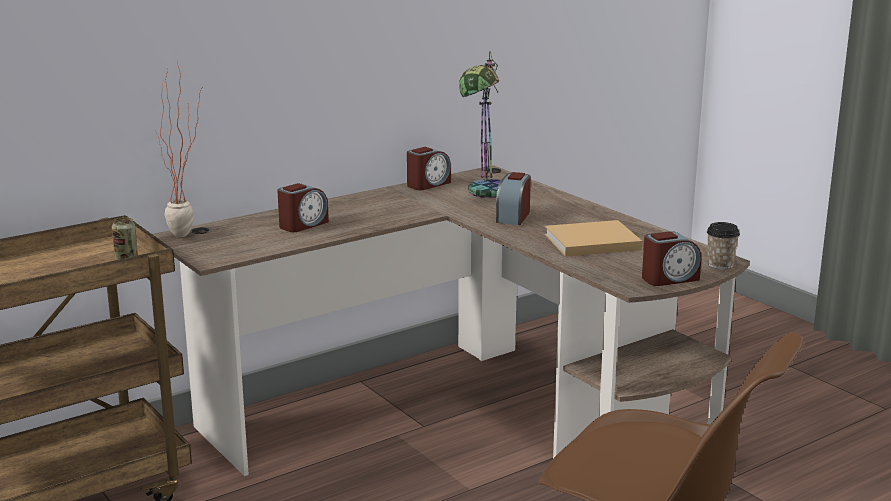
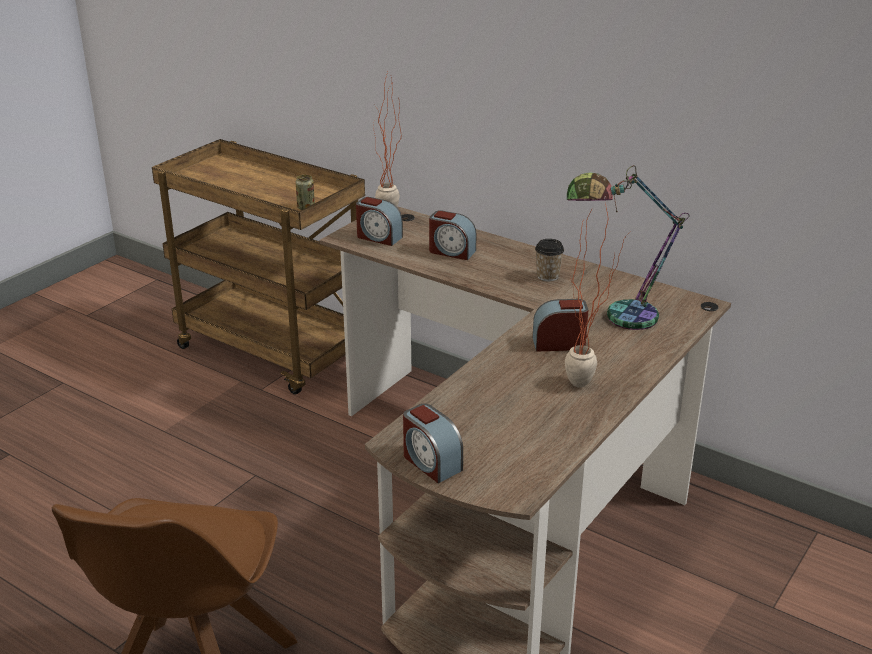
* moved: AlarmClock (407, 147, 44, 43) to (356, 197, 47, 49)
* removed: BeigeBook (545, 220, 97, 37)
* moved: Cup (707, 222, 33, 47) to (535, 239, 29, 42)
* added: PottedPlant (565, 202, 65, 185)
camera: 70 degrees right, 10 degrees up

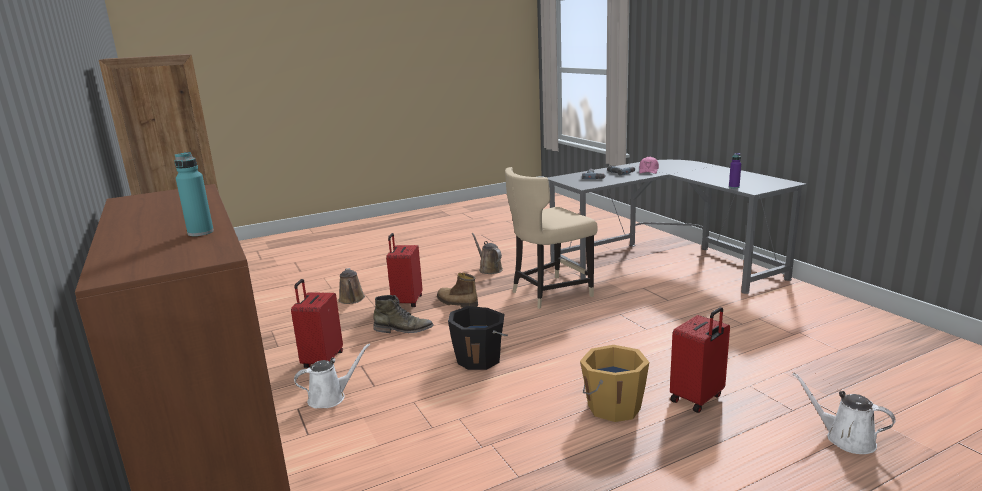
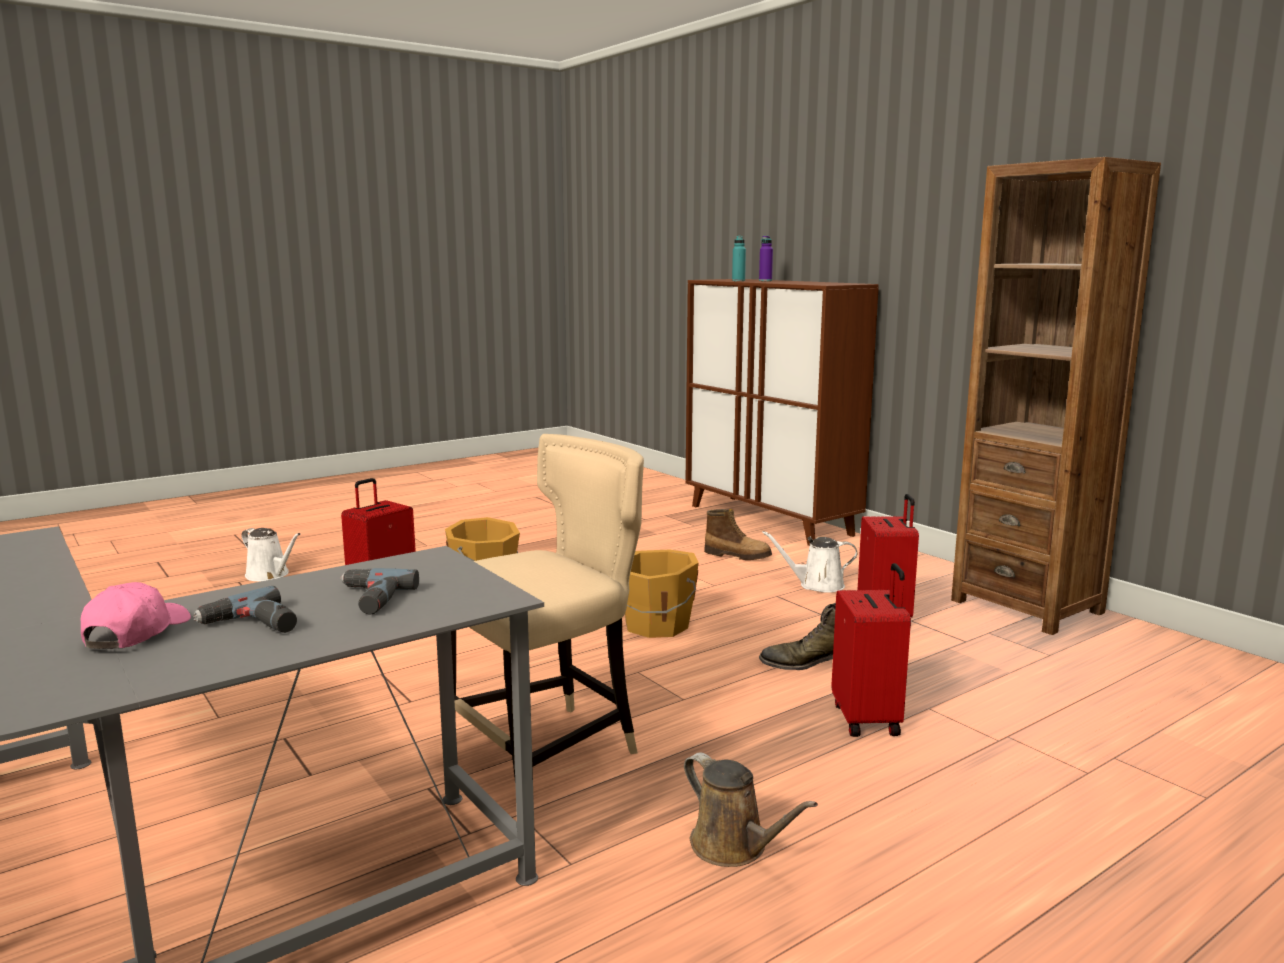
* moved: PurpleBottle (729, 153, 12, 35) to (759, 236, 14, 45)
* removed: BrownWateringCan (339, 268, 26, 36)
* moved: Boot (437, 273, 41, 35) to (704, 509, 68, 51)
* recoloured: BlackBucket (448, 306, 60, 64) to OrangeBucket (625, 550, 74, 88)
* turned: WhiteWateringCan (294, 343, 76, 65) = (762, 531, 95, 62) 45 degrees clockwise
camera: 170 degrees right, 5 degrees down

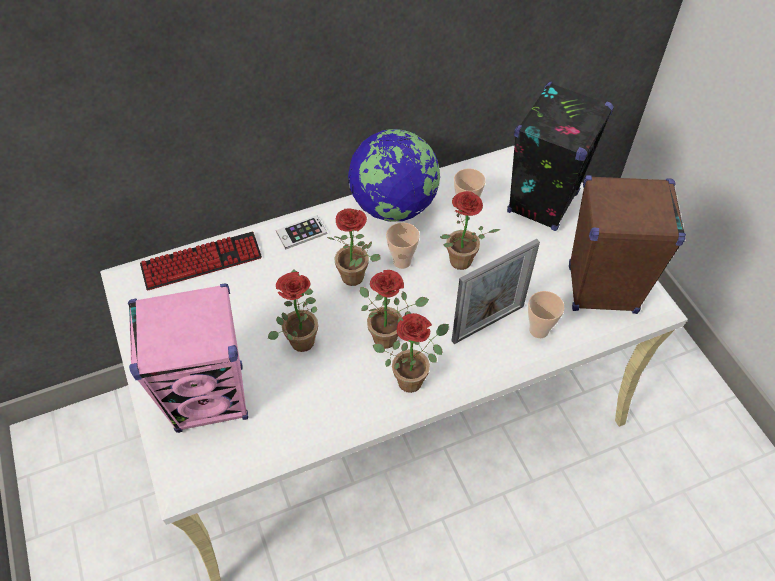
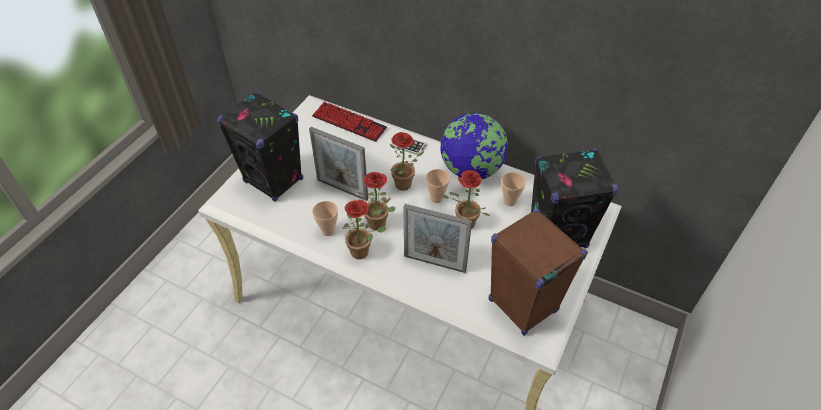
* replaced: PottedPlant (268, 269, 50, 83) to PictureFrame (309, 127, 59, 74)
* recoloured: PinkSpeaker (128, 283, 120, 150) to BlackSpeaker (217, 92, 86, 110)
* moved: Cup (528, 291, 36, 47) to (312, 201, 26, 35)
camera: 50 degrees right, 5 degrees down

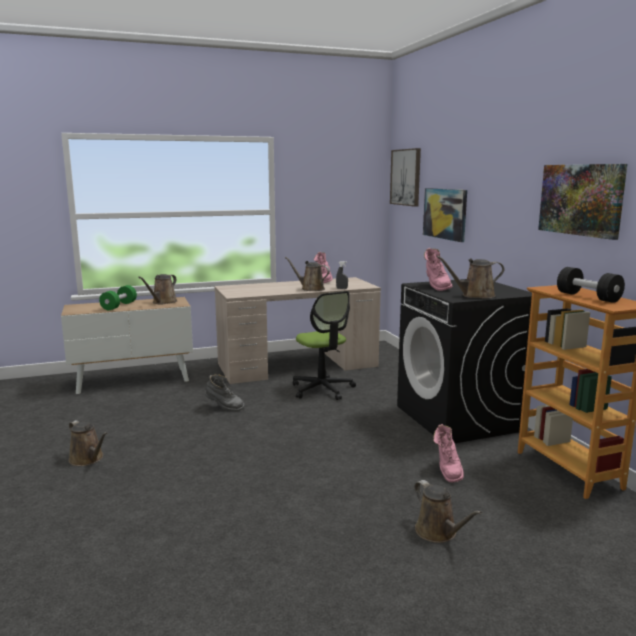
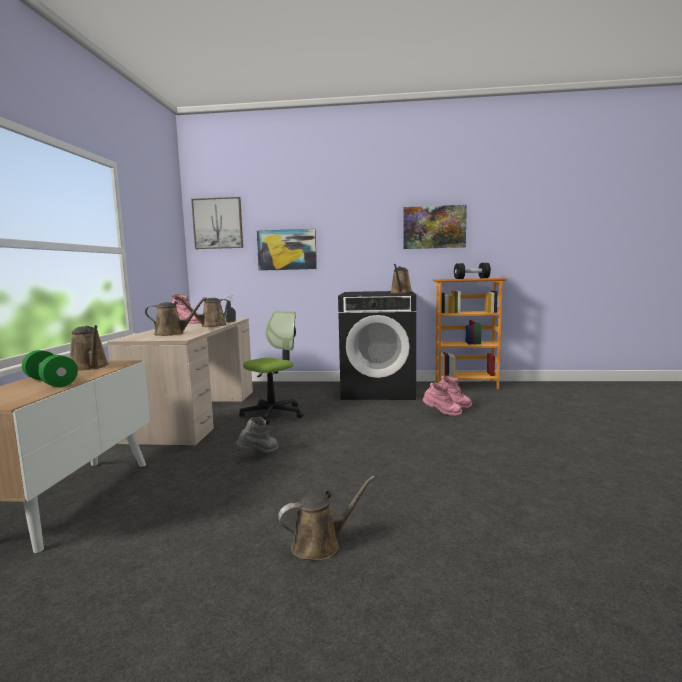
* moved: PinkBoot (424, 248, 29, 43) to (423, 382, 39, 34)
* turned: OfficeChair (293, 291, 63, 109) = (239, 311, 64, 113) 45 degrees counterclockwise
* moved: BrownWateringCan (414, 480, 68, 63) to (145, 297, 62, 39)
camera: 65 degrees left, 5 degrees down

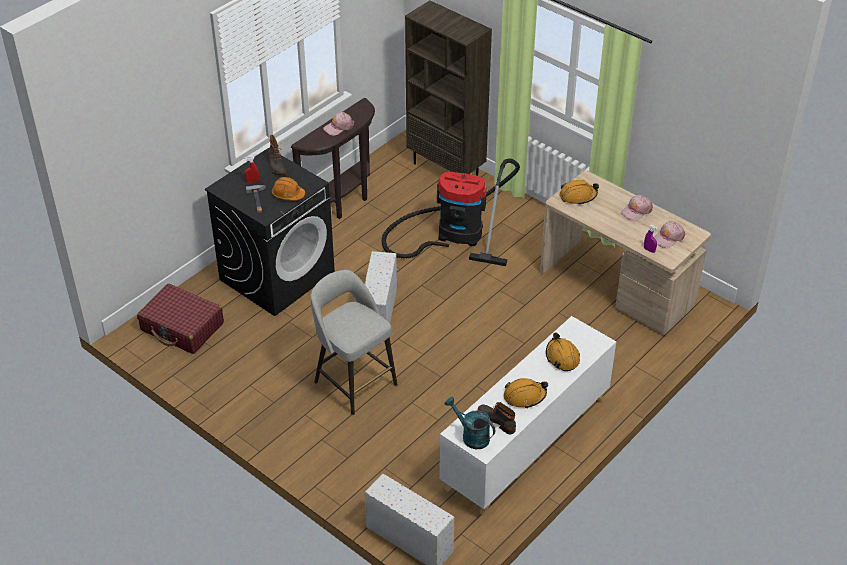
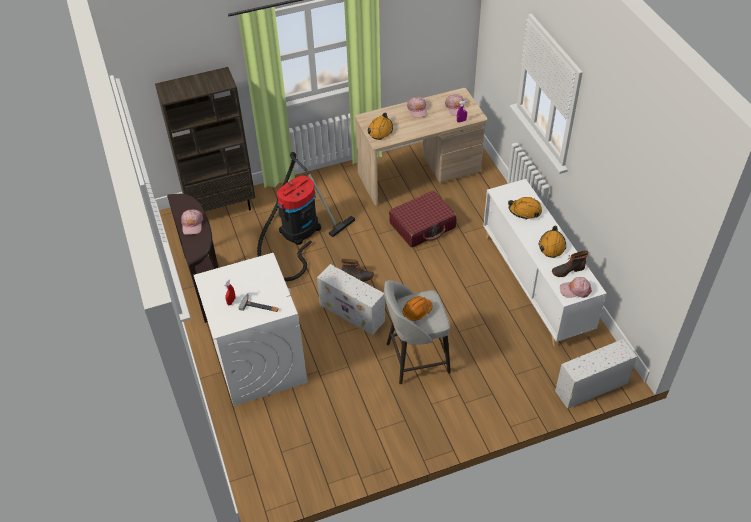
* moved: Boot (268, 135, 18, 40) to (341, 259, 33, 23)
* recoloured: BlackWashingMachine (205, 148, 130, 168) to WhiteWashingMachine (194, 253, 113, 153)
* moved: OrangeHardHat (272, 177, 33, 24) to (402, 296, 31, 25)
* moved: RedSuitcase (137, 284, 87, 70) to (389, 191, 68, 56)
* replaced: TurquoiseWateringCan (444, 397, 51, 52) to PinkCap (560, 277, 32, 21)
camera: 60 degrees left, 5 degrees up

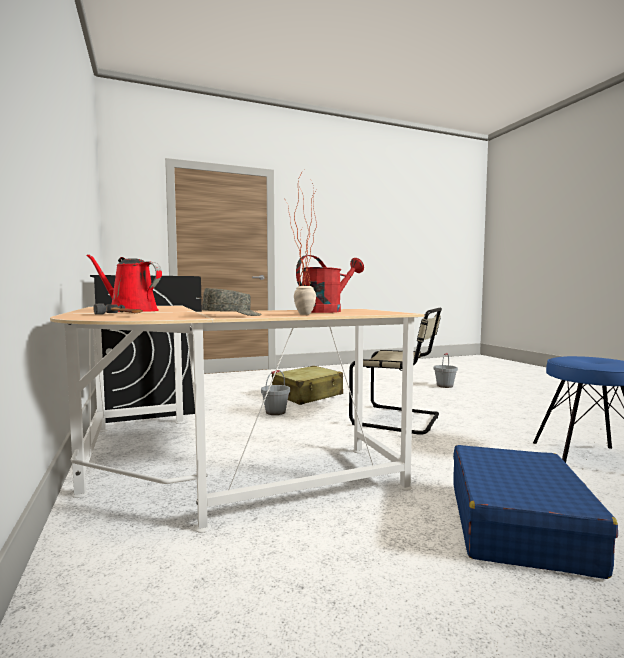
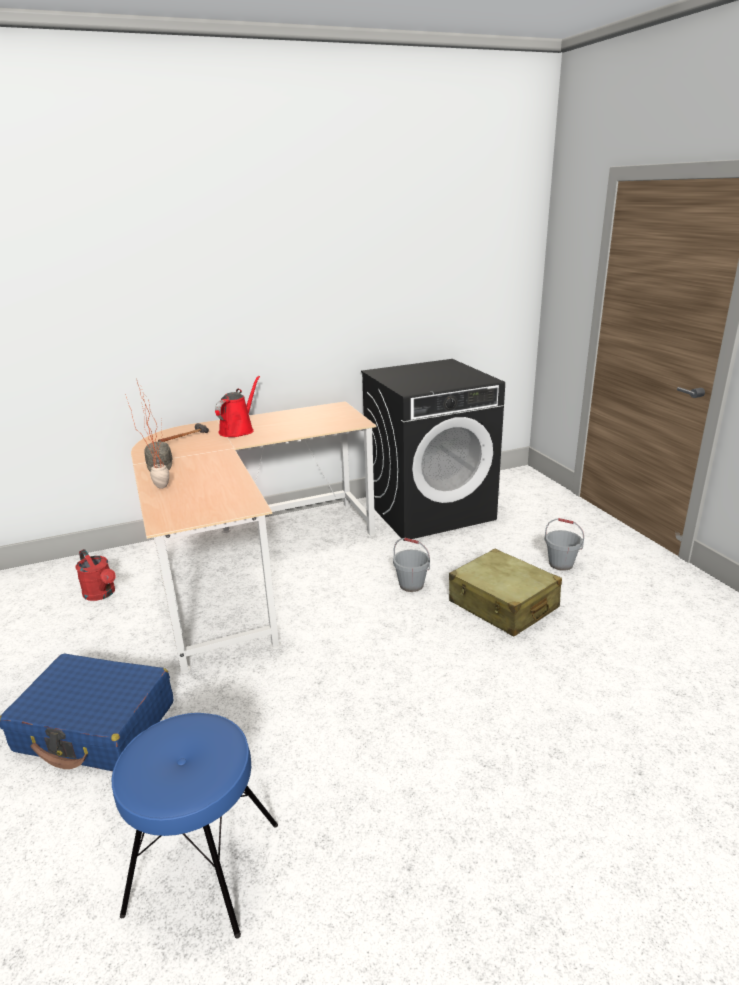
* moved: RedWateringCan (296, 255, 68, 58) to (76, 549, 40, 52)
* removed: BeigeChair (349, 308, 93, 127)
* moved: GreyBucket (434, 353, 24, 35) to (544, 518, 40, 53)
camera: 90 degrees right, 20 degrees up

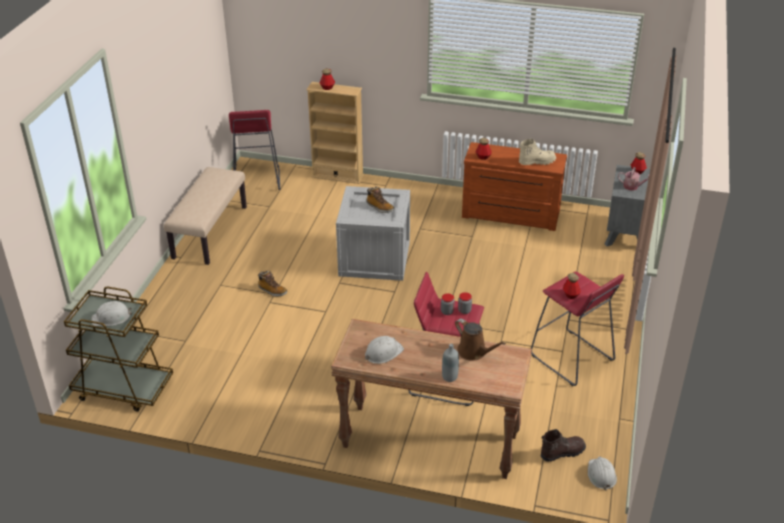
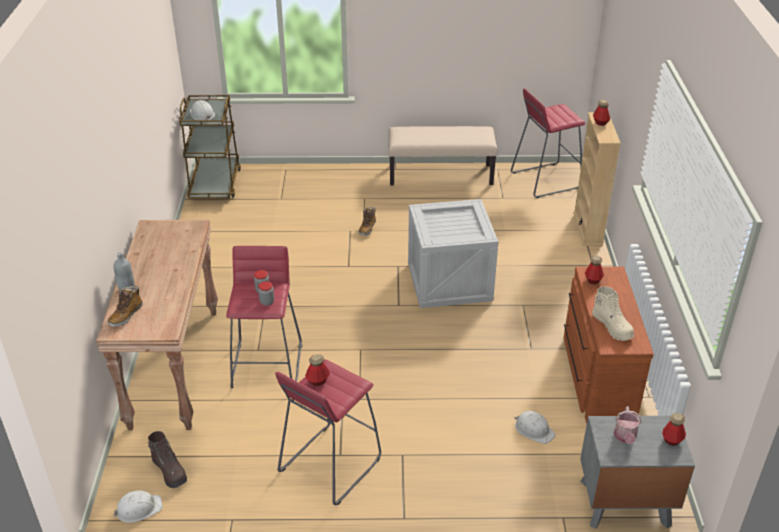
* moved: Boot (366, 187, 28, 26) to (108, 286, 35, 41)
* removed: BrownWateringCan (455, 319, 51, 42)
* moved: WhiteHardHat (365, 336, 39, 28) to (514, 411, 41, 33)
camera: 75 degrees right, 0 degrees up

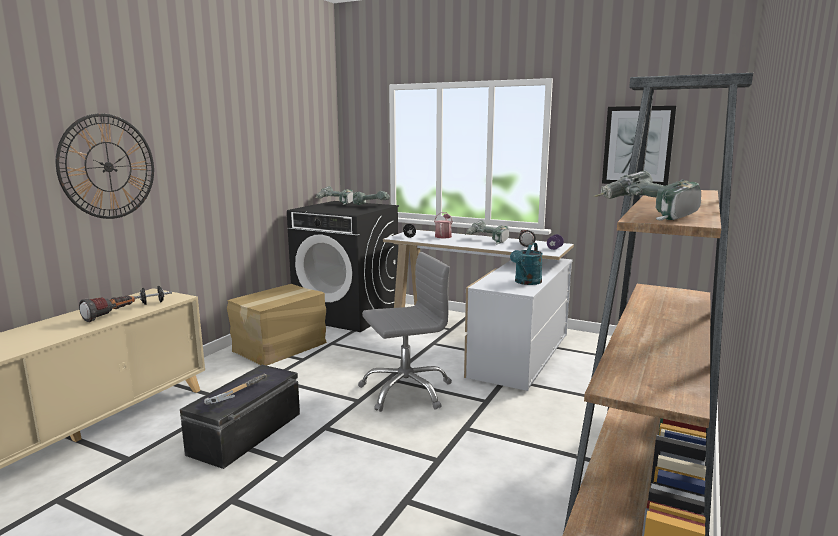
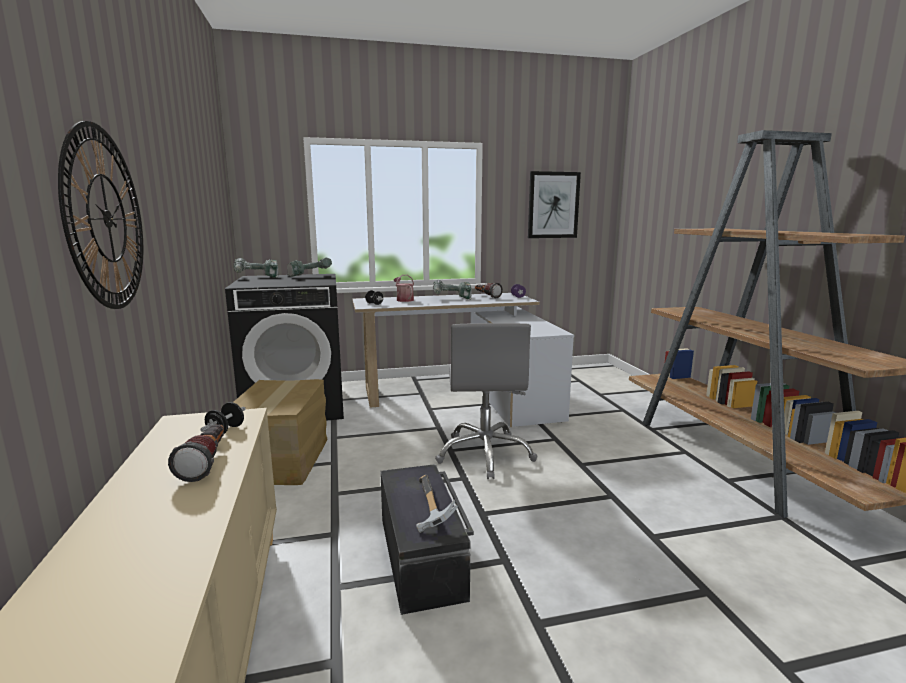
* removed: PowerDrill (593, 171, 108, 50)
* removed: TurquoiseWateringCan (510, 242, 33, 43)
* turned: GreyOfficeChair (358, 252, 94, 160) = (435, 323, 102, 156) 150 degrees clockwise
camera: 40 degrees left, 0 degrees up

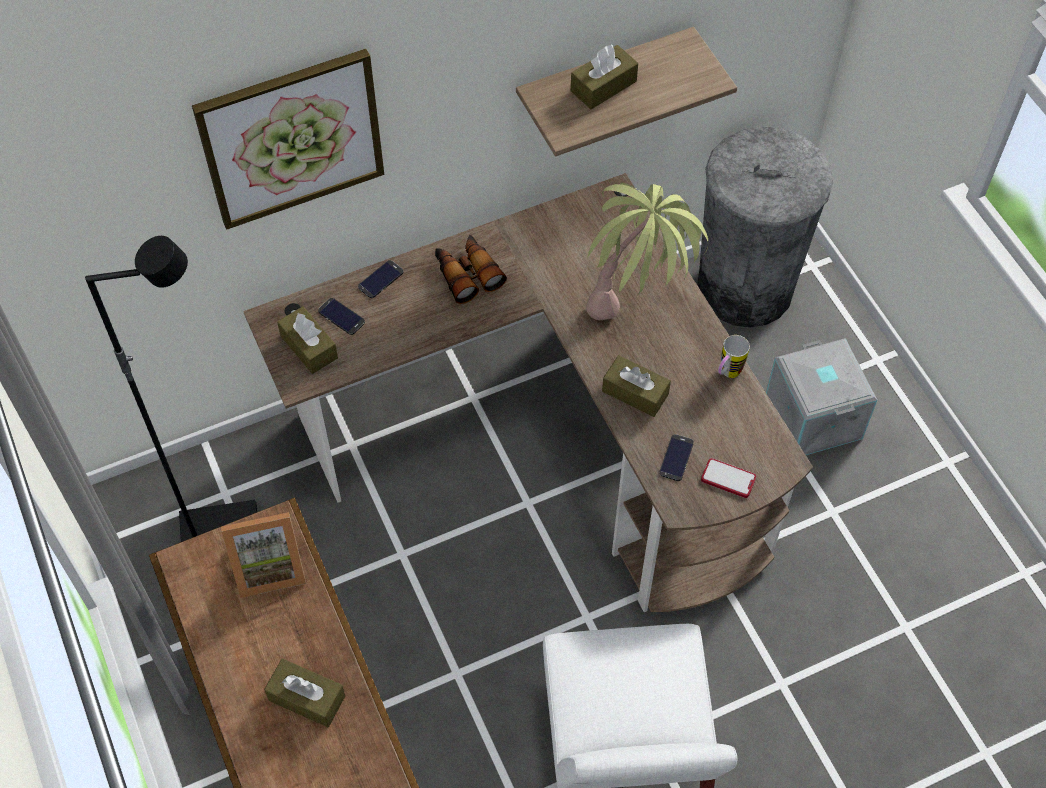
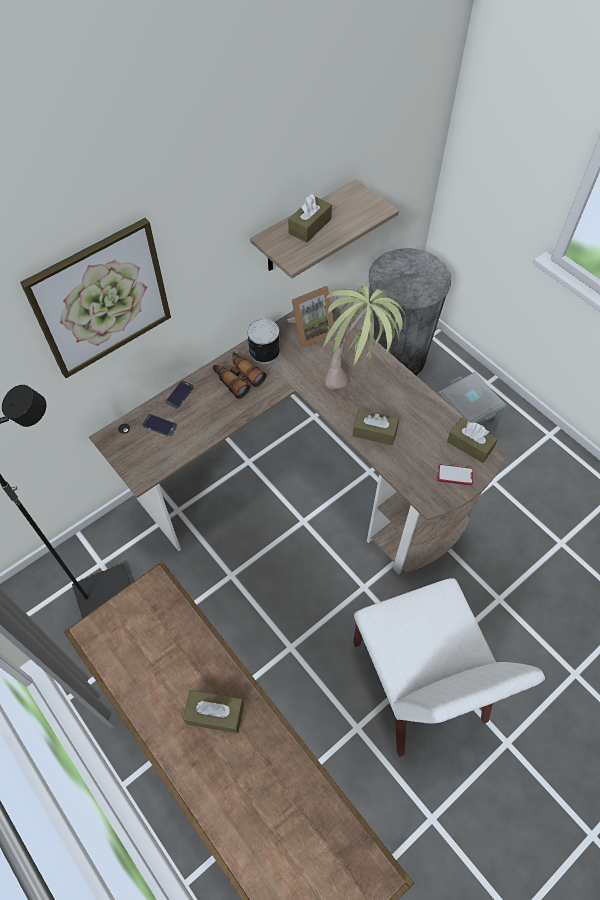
* moved: BrownTissueBox (277, 306, 61, 68) to (447, 418, 51, 45)
* removed: Mug (718, 335, 32, 43)
* removed: Phone (659, 434, 35, 47)
* moved: PictureFrame (221, 512, 85, 86) to (287, 286, 48, 62)
* added: Can (247, 319, 33, 45)
camera: 15 degrees left, 0 degrees up

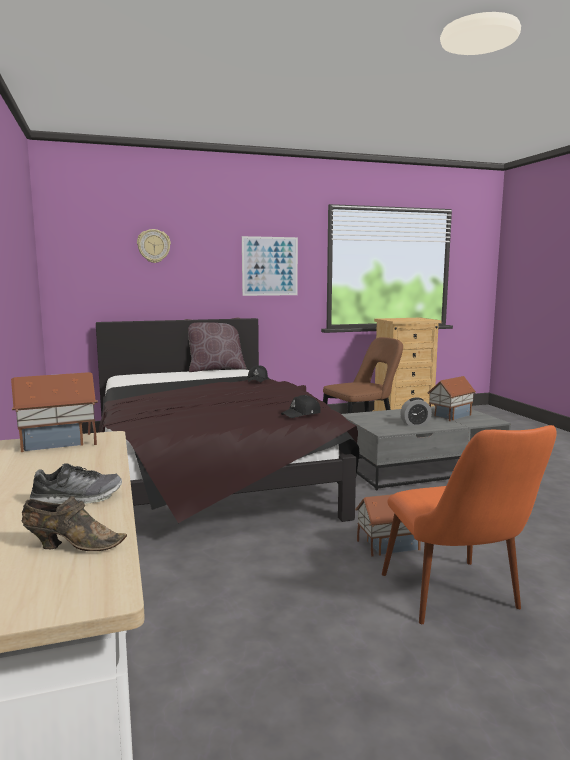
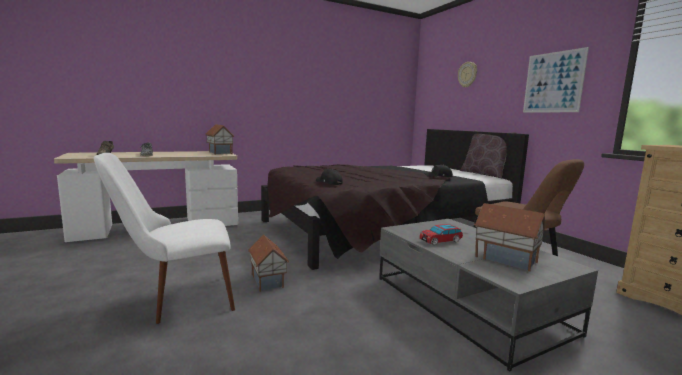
* replaced: AlarmClock (400, 397, 32, 29) to ToyCar (420, 224, 43, 21)
* recoloured: OrangeChair (382, 425, 175, 199) to WhiteChair (94, 153, 141, 171)
camera: 80 degrees right, 0 degrees up

